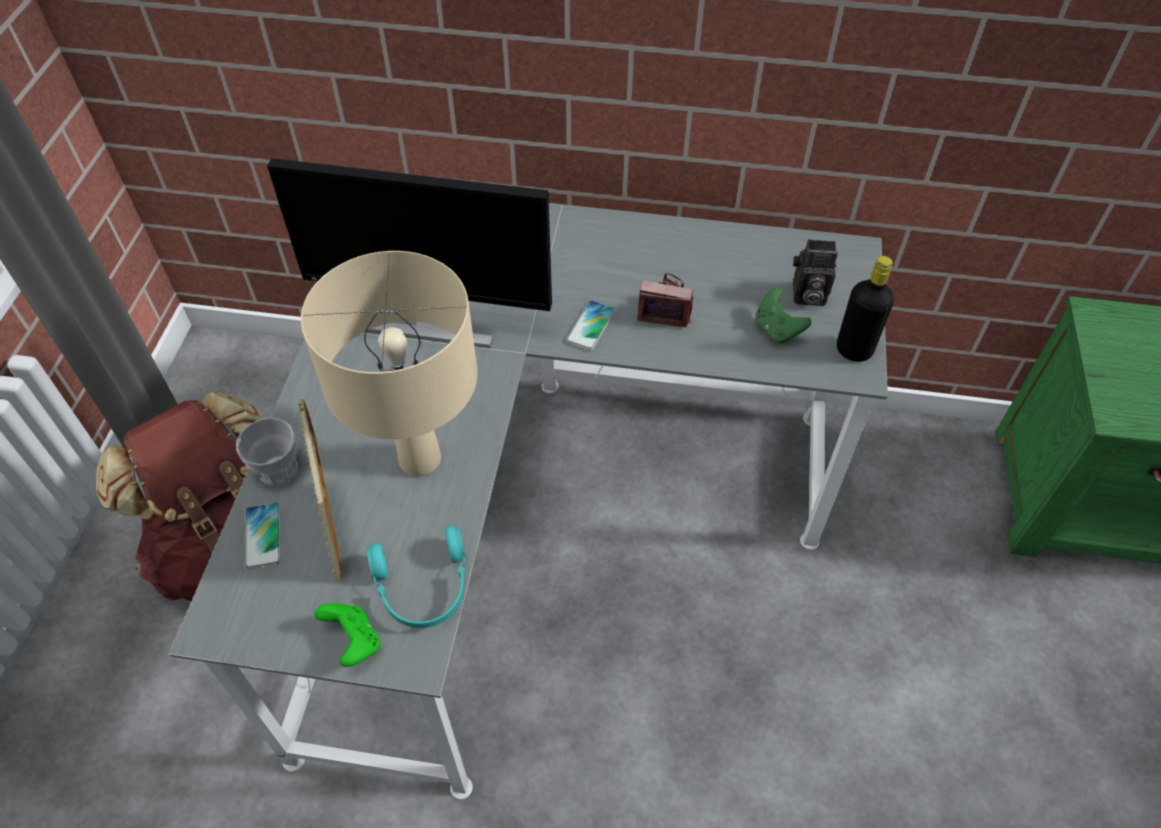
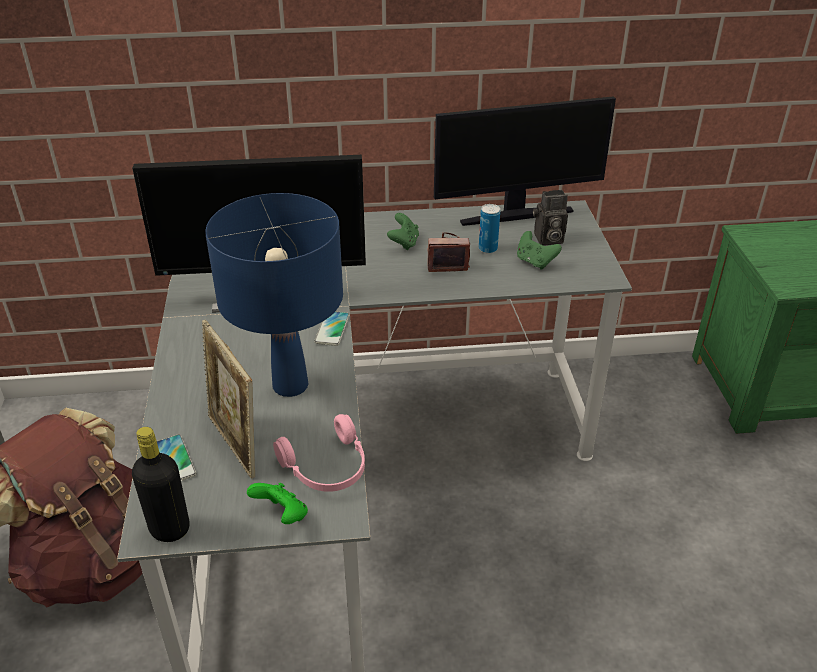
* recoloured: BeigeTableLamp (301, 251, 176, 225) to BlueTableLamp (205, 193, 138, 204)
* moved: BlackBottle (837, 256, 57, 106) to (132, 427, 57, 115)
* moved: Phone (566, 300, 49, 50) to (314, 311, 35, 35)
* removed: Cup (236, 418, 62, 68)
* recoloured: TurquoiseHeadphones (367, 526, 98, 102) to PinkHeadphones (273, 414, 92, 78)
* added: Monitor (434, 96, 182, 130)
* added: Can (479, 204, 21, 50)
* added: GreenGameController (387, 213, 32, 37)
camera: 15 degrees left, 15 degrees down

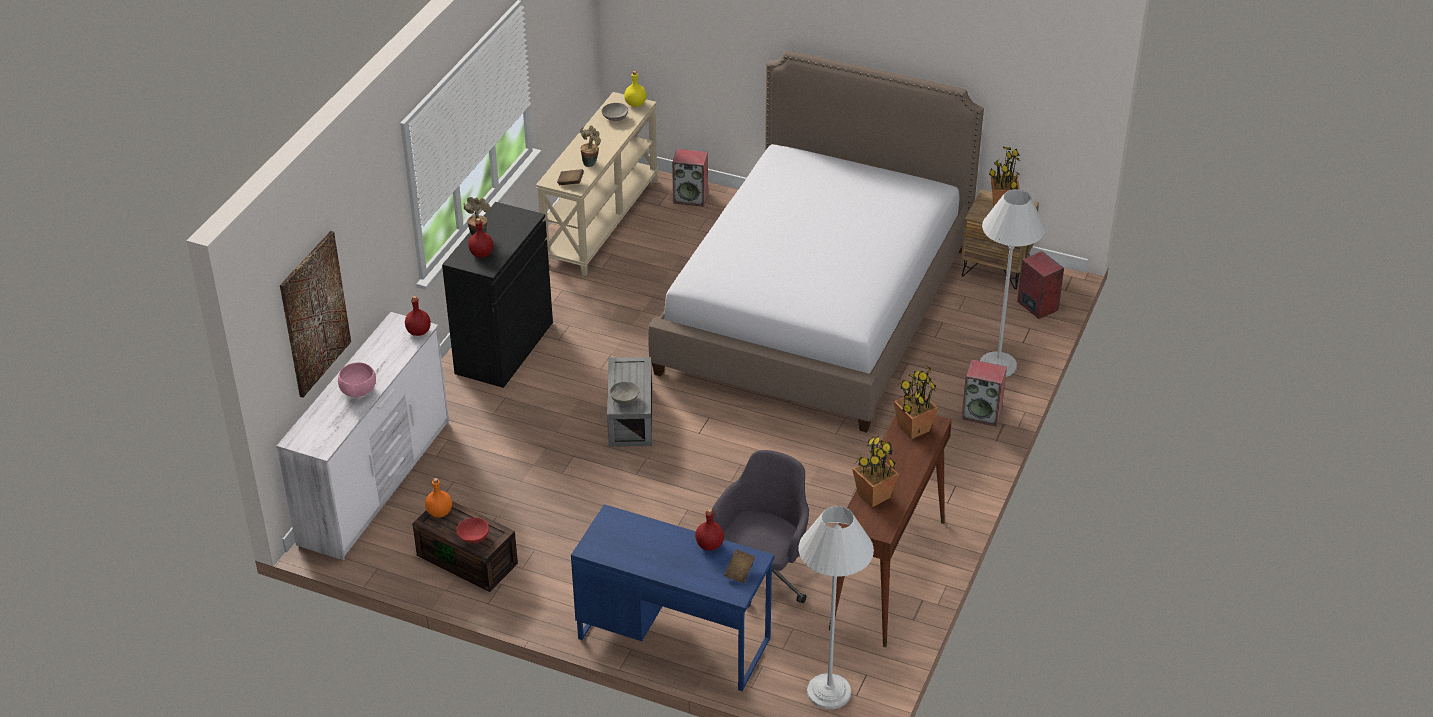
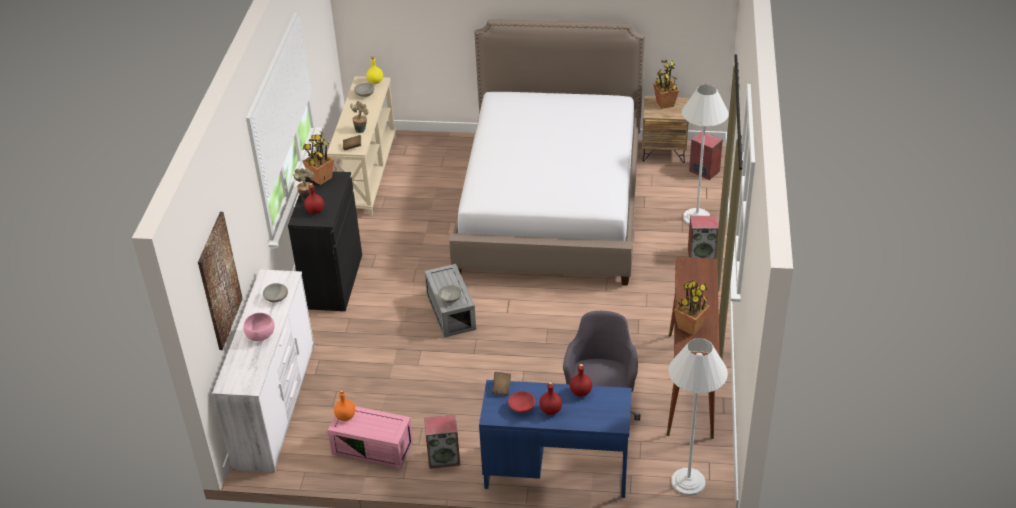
* moved: Speaker (672, 149, 36, 58) to (424, 414, 36, 55)
* moved: RedBottle (405, 296, 26, 40) to (539, 382, 23, 33)
* moved: PottedPlant (893, 364, 45, 75) to (302, 131, 32, 54)
* recoloured: BrownStorageBox (412, 501, 106, 91) to PinkStorageBox (328, 406, 85, 63)
* moved: RedBowl (457, 517, 32, 26) to (508, 391, 27, 22)
* moved: BrownBook (724, 549, 31, 34) to (492, 372, 19, 24)
* added: GreyBowl (263, 283, 25, 20)
camera: 15 degrees left, 0 degrees up

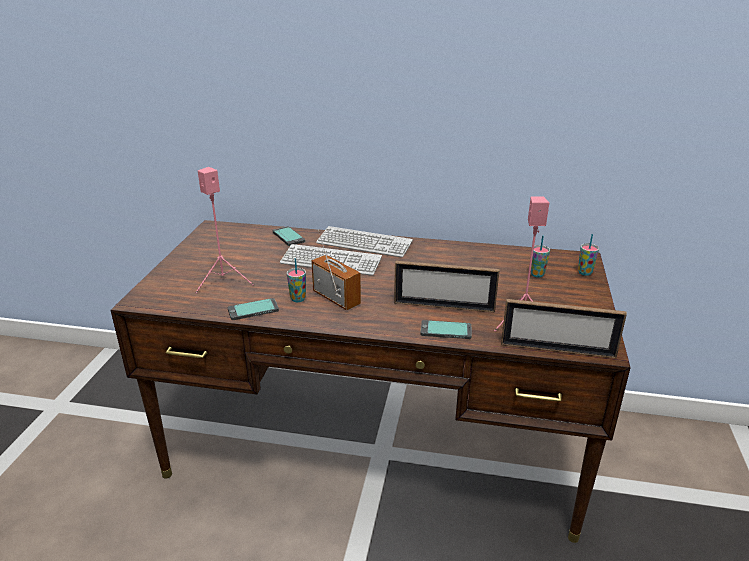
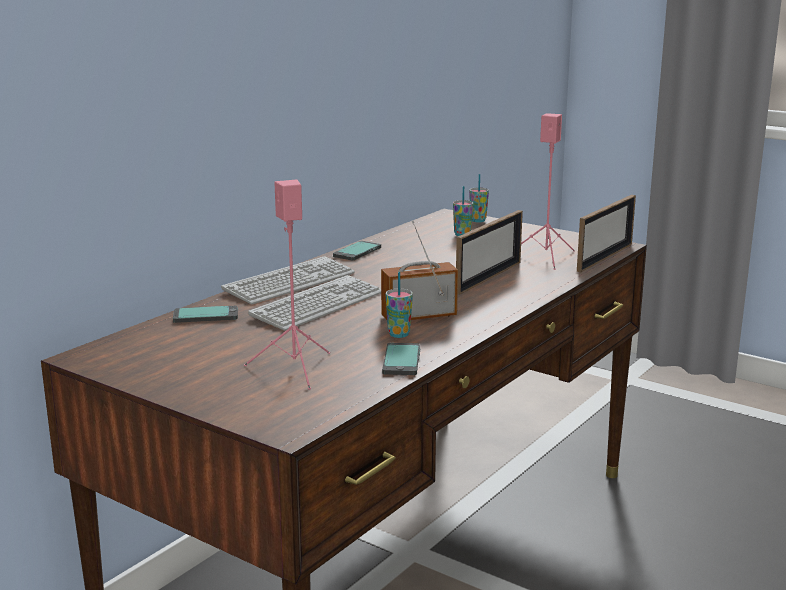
* moved: Phone (420, 320, 52, 19) to (333, 241, 48, 19)
camera: 65 degrees left, 10 degrees down

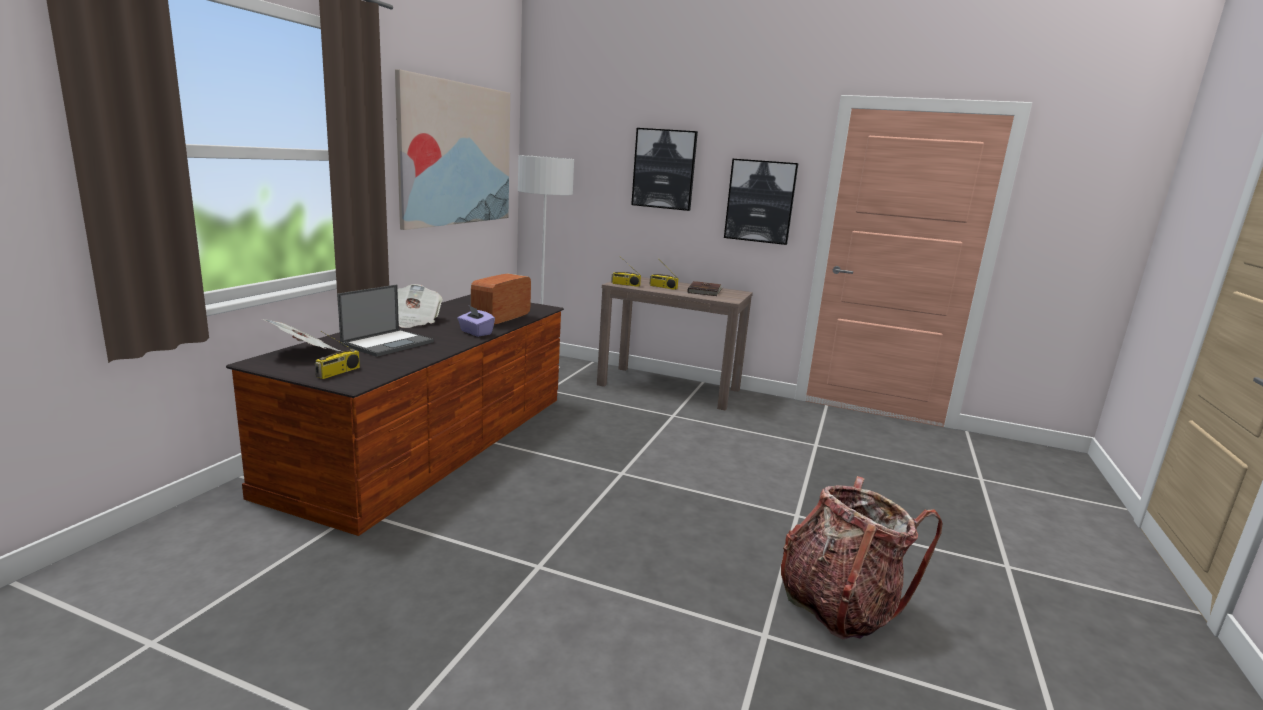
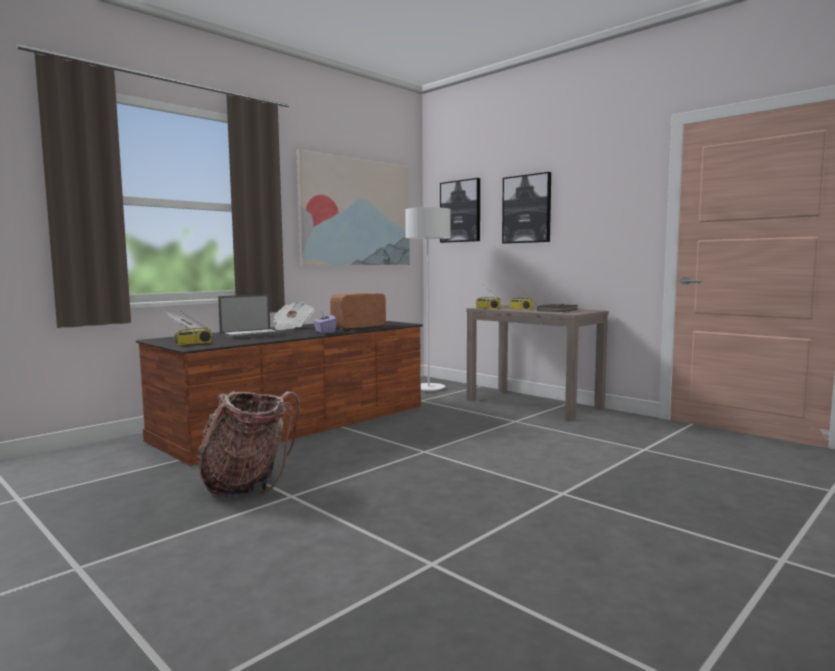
* moved: Picture (724, 159, 74, 86) to (440, 178, 40, 65)
* moved: Backpack (781, 476, 162, 163) to (197, 391, 103, 106)
camera: 25 degrees right, 10 degrees down

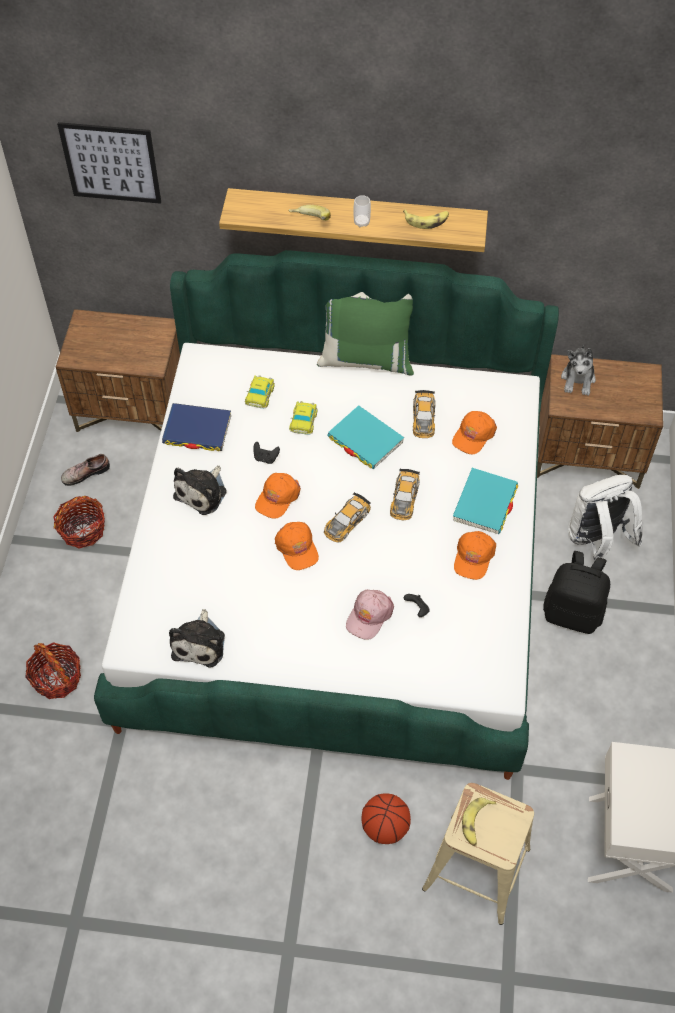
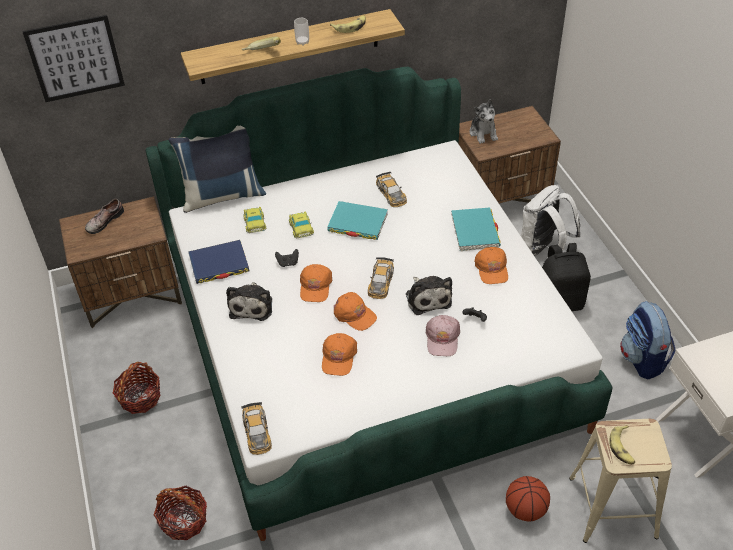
* removed: GreenPillow (317, 292, 97, 84)
* moved: OrangeCap (452, 411, 45, 43) to (322, 333, 35, 43)
* moved: Shoe (61, 454, 49, 32) to (85, 199, 39, 35)
* moved: ToyCar (390, 469, 30, 51) to (241, 402, 31, 53)
* moved: PlushToy (169, 609, 56, 59) to (406, 276, 46, 39)
* added: BluePillow (168, 126, 98, 87)
* added: Backpack (620, 301, 55, 78)
camera: 25 degrees left, 10 degrees down

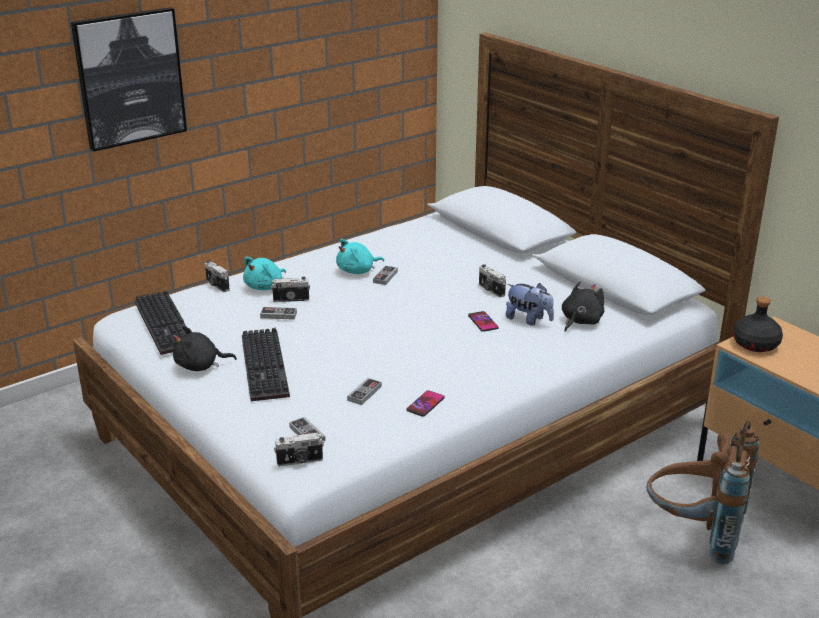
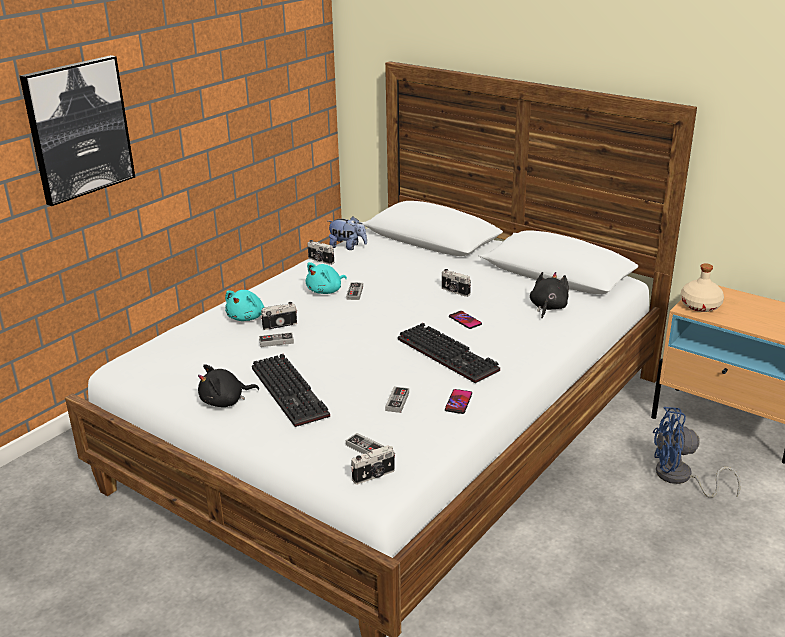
* moved: PhotoCamera (205, 260, 25, 32) to (307, 240, 27, 25)
* moved: PlushToy (506, 283, 48, 43) to (328, 216, 39, 34)
* moved: Keyboard (135, 290, 51, 65) to (398, 323, 102, 60)
* recoloured: BlackBottle (733, 297, 50, 55) to BeigeBottle (680, 263, 44, 49)
* replaced: BrownBackpack (647, 421, 112, 143) to BlueFan (653, 407, 88, 91)
camera: 15 degrees left, 0 degrees up

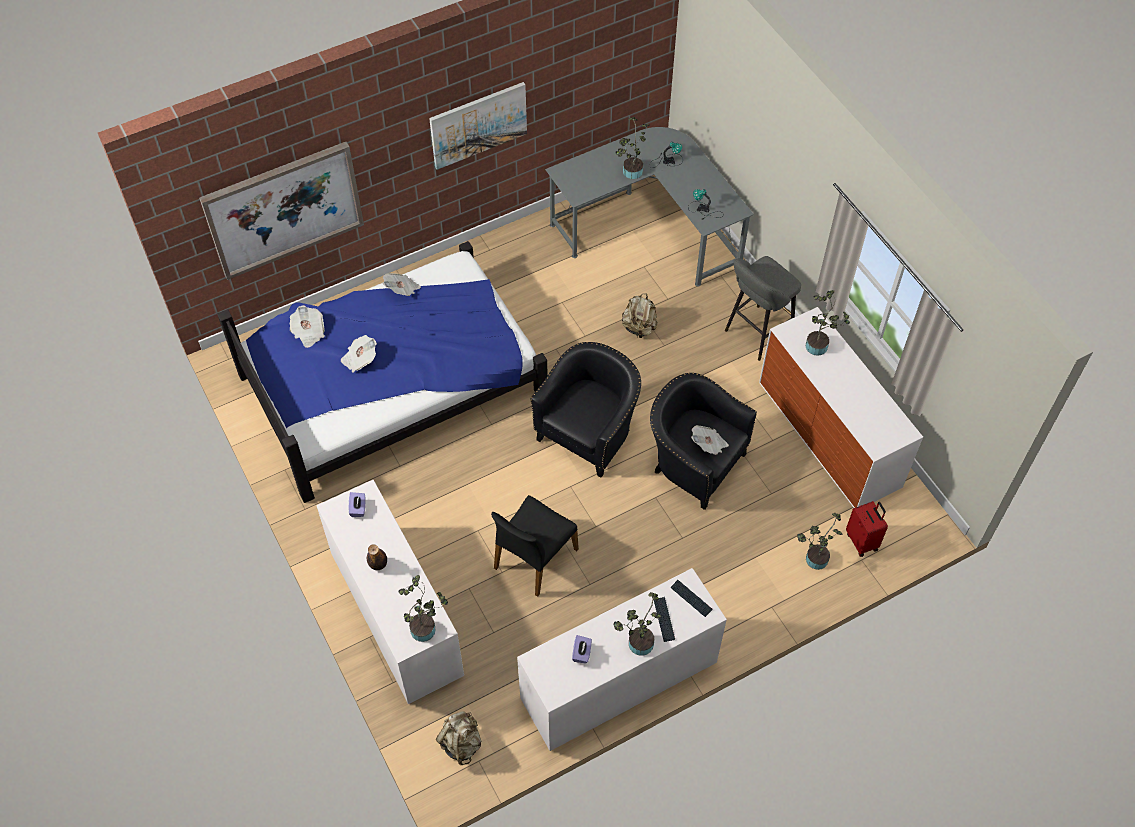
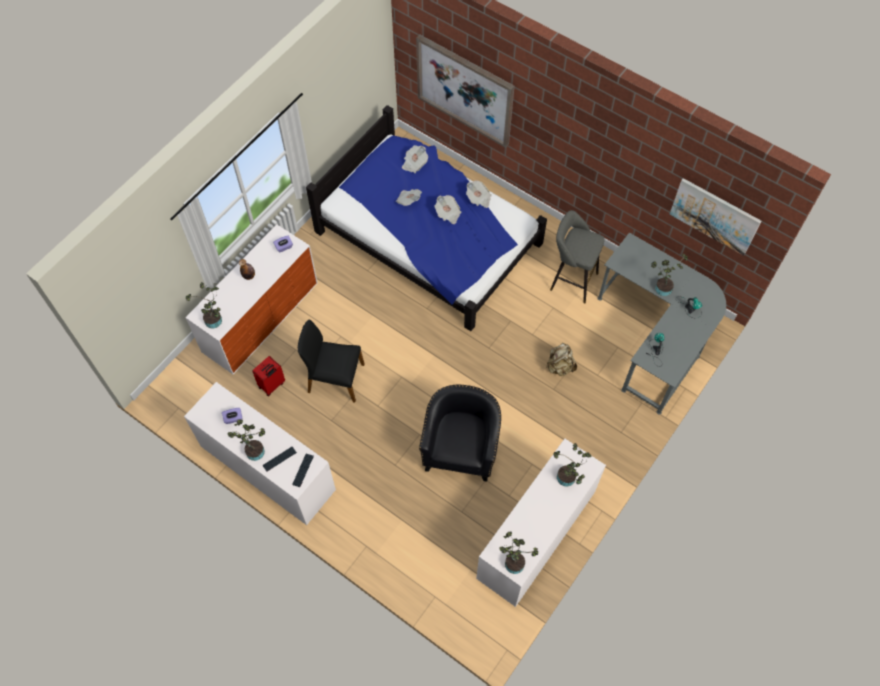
* moved: Picture (429, 82, 98, 88) to (670, 178, 91, 78)
* moved: GreyStool (725, 256, 76, 105) to (550, 210, 55, 94)
* removed: BlackArmchair (530, 342, 111, 136)
* moved: Newspaper (691, 425, 38, 30) to (435, 195, 26, 29)
* moved: RedSuitcase (846, 501, 42, 56) to (252, 356, 33, 40)
* moved: PottedPlant (797, 513, 45, 57) to (499, 531, 39, 43)
* removed: BeigeBackpack (436, 711, 45, 54)
camera: 65 degrees right, 5 degrees up

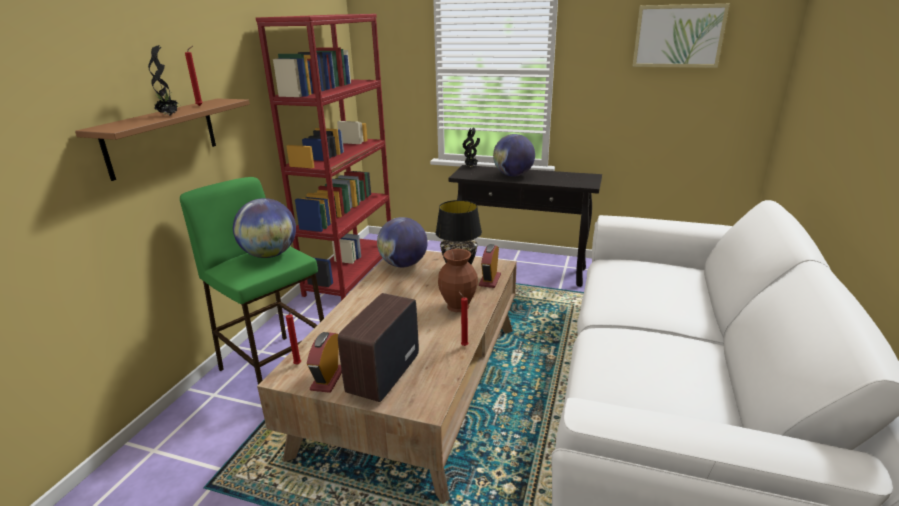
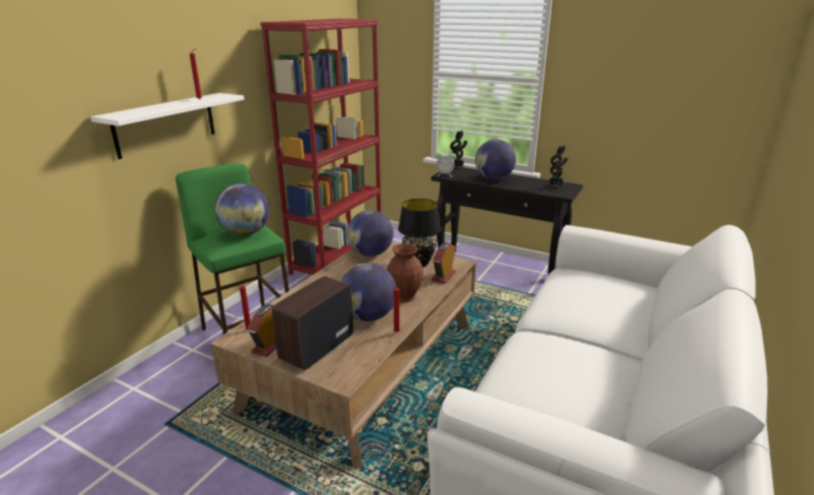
* removed: Picture (632, 4, 98, 64)
* moved: PottedPlant (148, 45, 33, 71) to (549, 146, 19, 41)
* recoloured: BrownShelf (75, 98, 175, 83) to WhiteShelf (91, 93, 153, 66)
* added: AlarmClock (435, 149, 21, 28)
* added: Globe (341, 263, 56, 58)
camera: 10 degrees right, 0 degrees up

